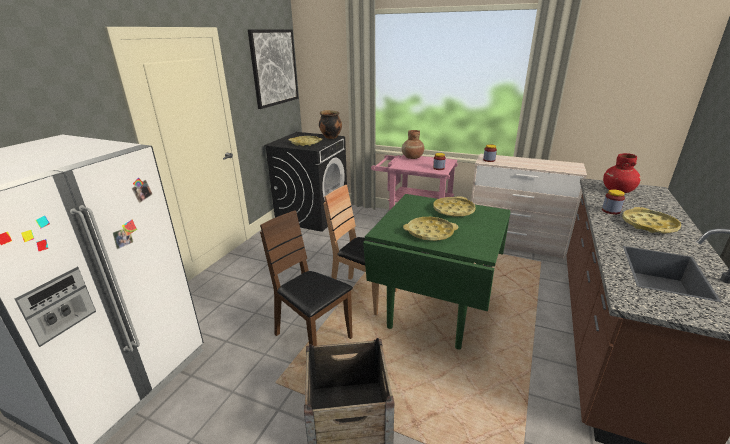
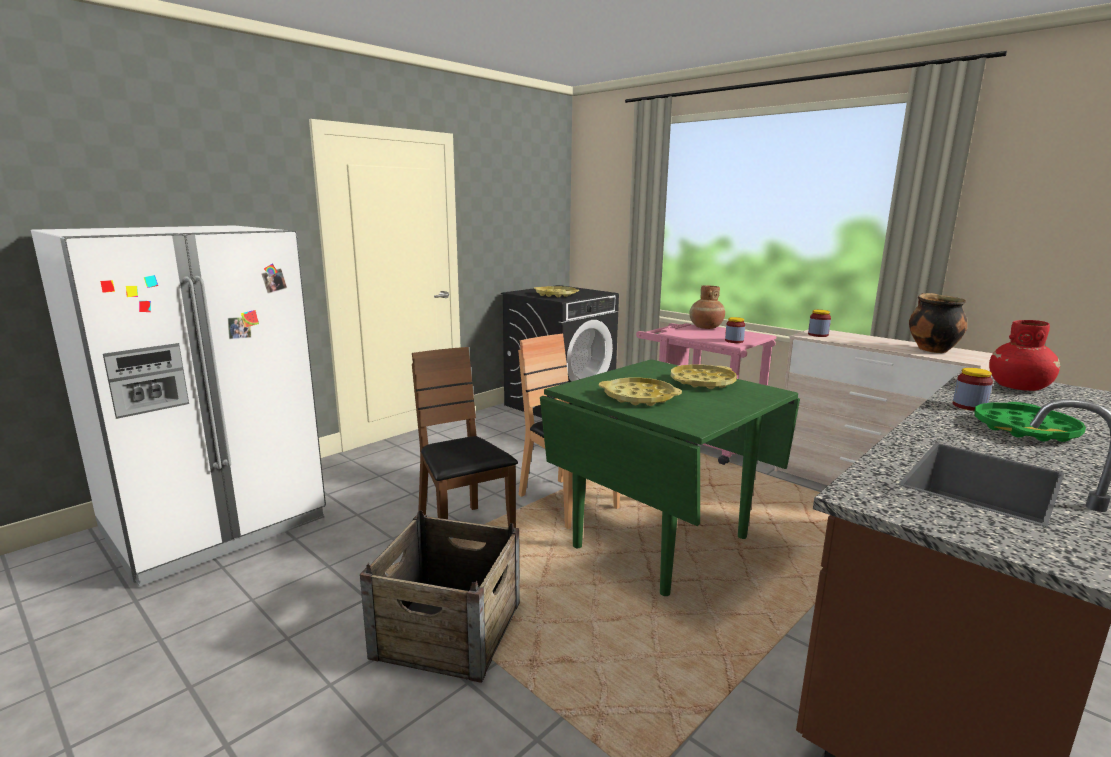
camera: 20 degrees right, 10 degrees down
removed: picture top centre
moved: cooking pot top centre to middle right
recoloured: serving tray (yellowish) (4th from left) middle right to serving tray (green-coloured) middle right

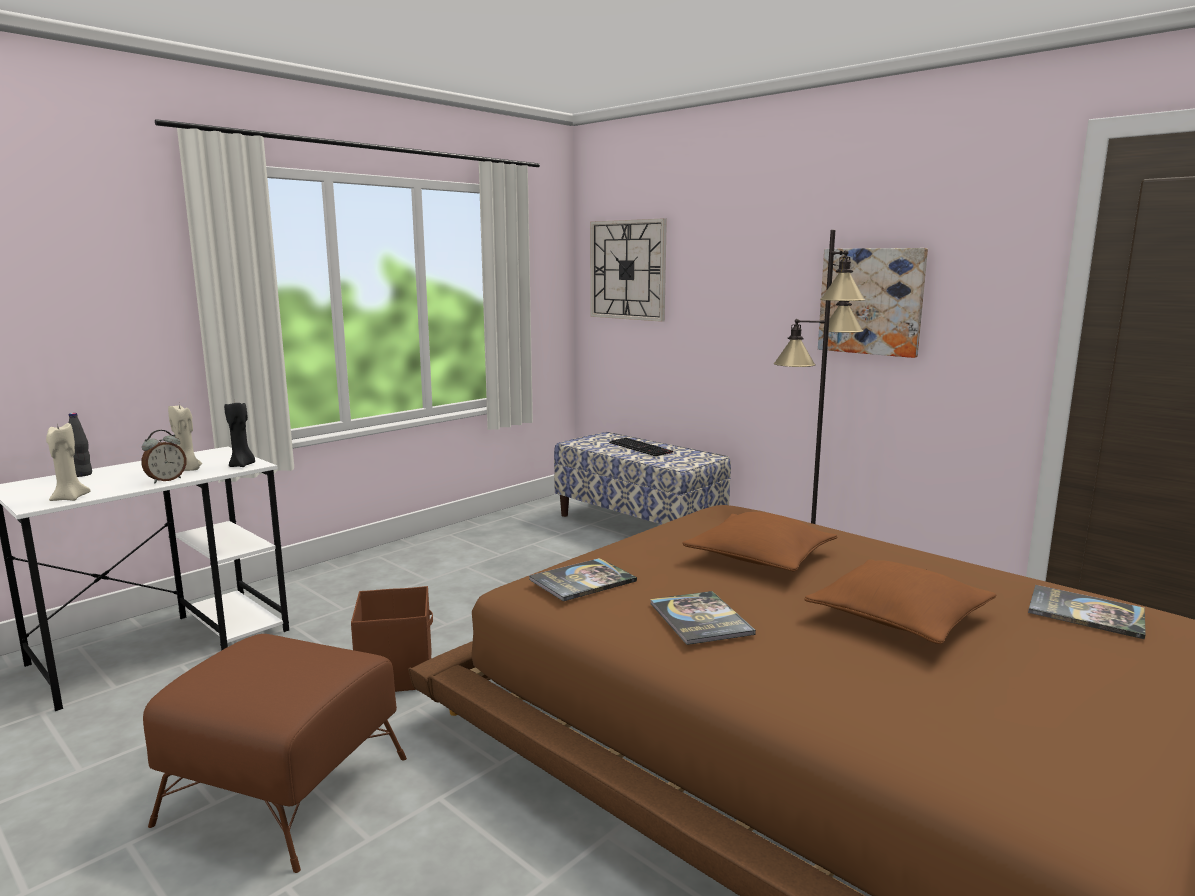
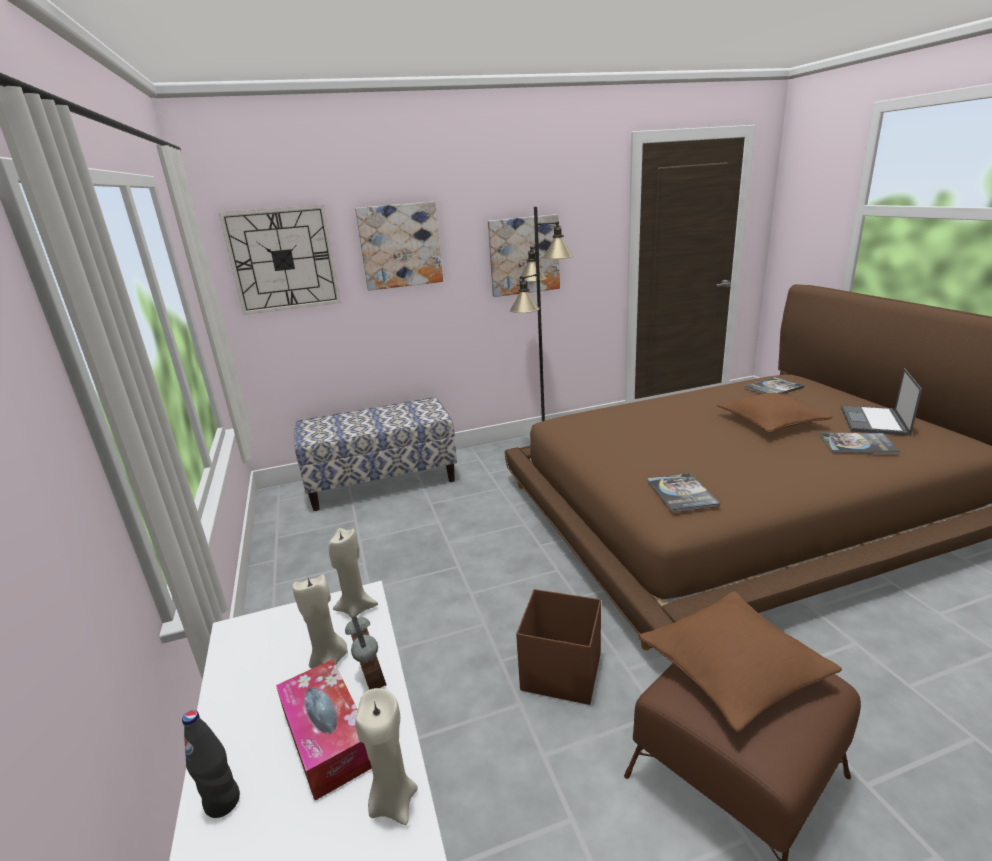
camera: 60 degrees left, 10 degrees up
removed: computer keyboard centre
added: tissue box bottom left; picture (1st from left) top centre; notebook computer middle right
moved: bound book (2nd from left in the first image) bottom centre to bound book (3rd from left) middle right; throw pillow (brown) (1st from left) centre to bottom right
recoloured: wax light (blackish) middle left to wax light (sand-coloured) (2nd from left) centre

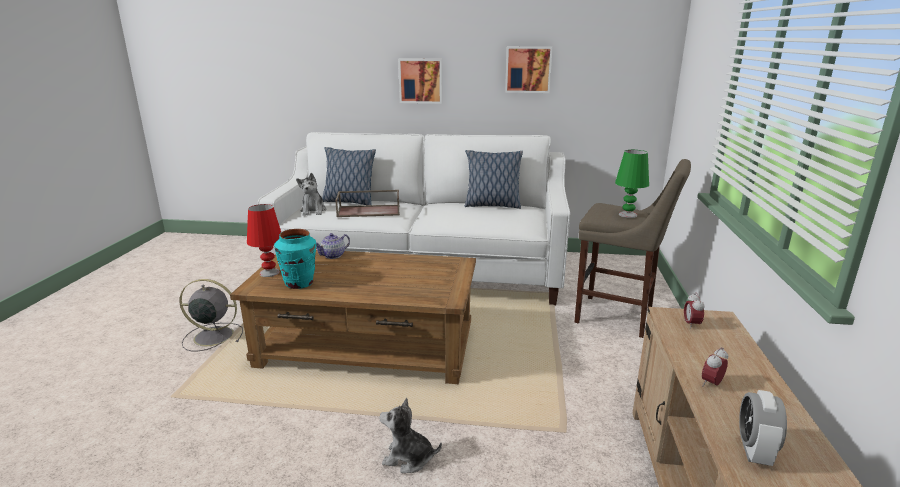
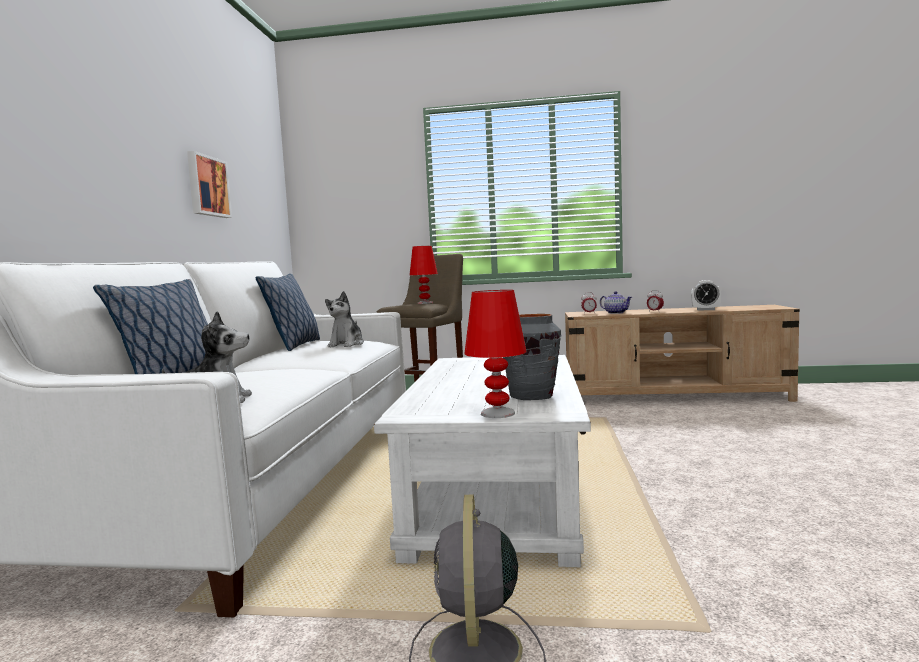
camera: 90 degrees left, 15 degrees down
removed: serving tray (brown) centre; picture (1st from left) top centre
moved: pot for tea centre to middle right; soft toy (2nd from left) bottom centre to centre
recoloured: coffee table (brown) centre to coffee table (whitish) bottom centre; flower vase (blue-green) middle left to flower vase (greyish) centre; tabletop lamp (green-coloured) middle right to tabletop lamp (red) (1st from left) centre

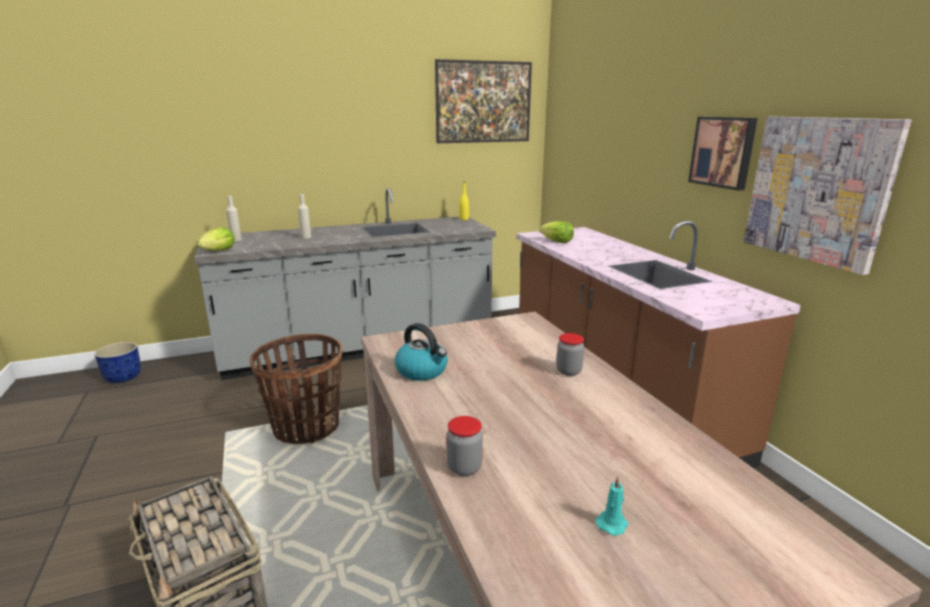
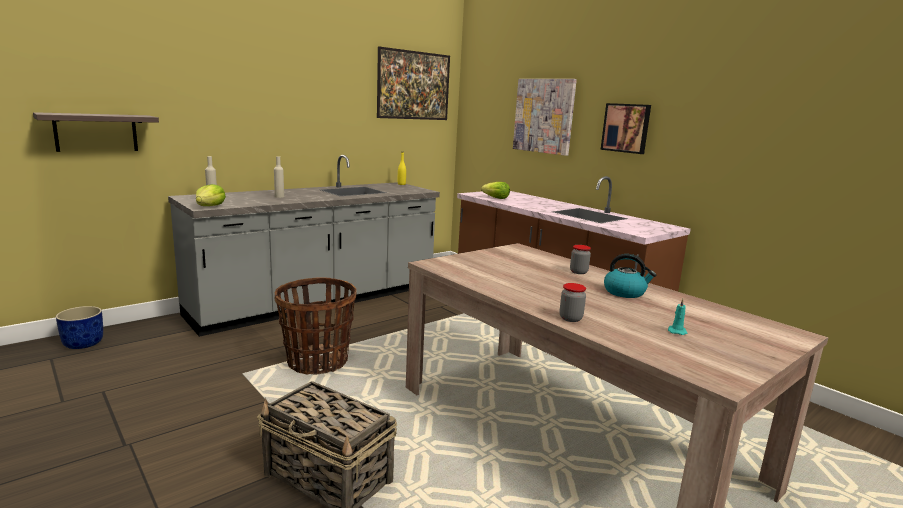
camera: 20 degrees left, 5 degrees down
added: bracket shelf top left
moved: tea kettle centre to middle right; picture (3rd from left in the first image) top right to picture (2nd from left) top centre

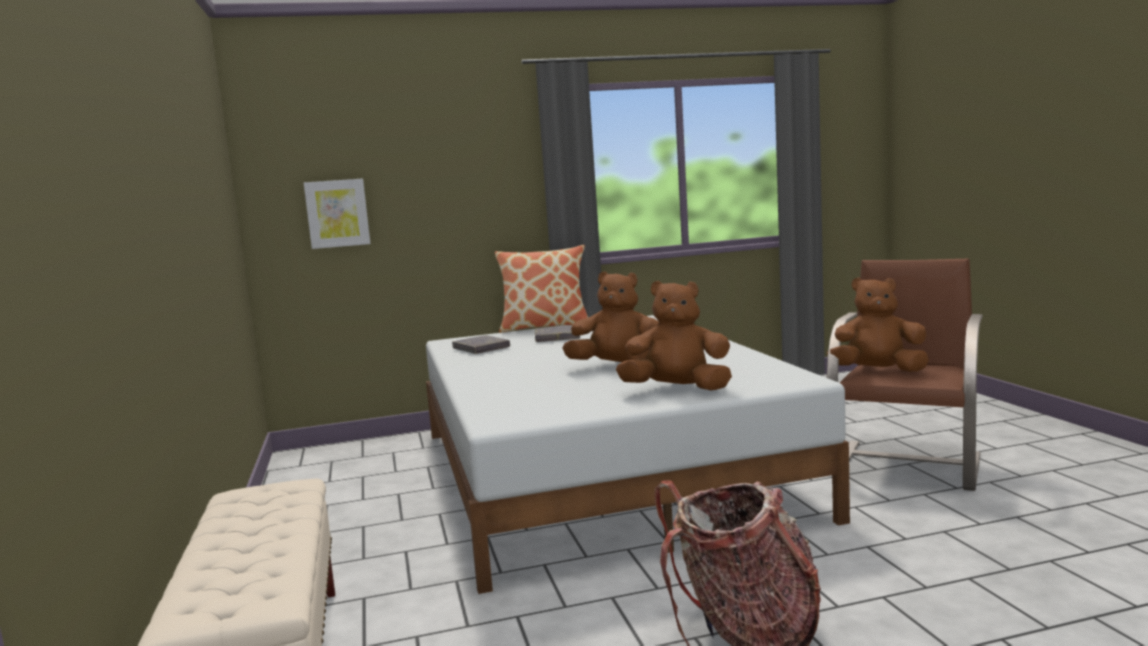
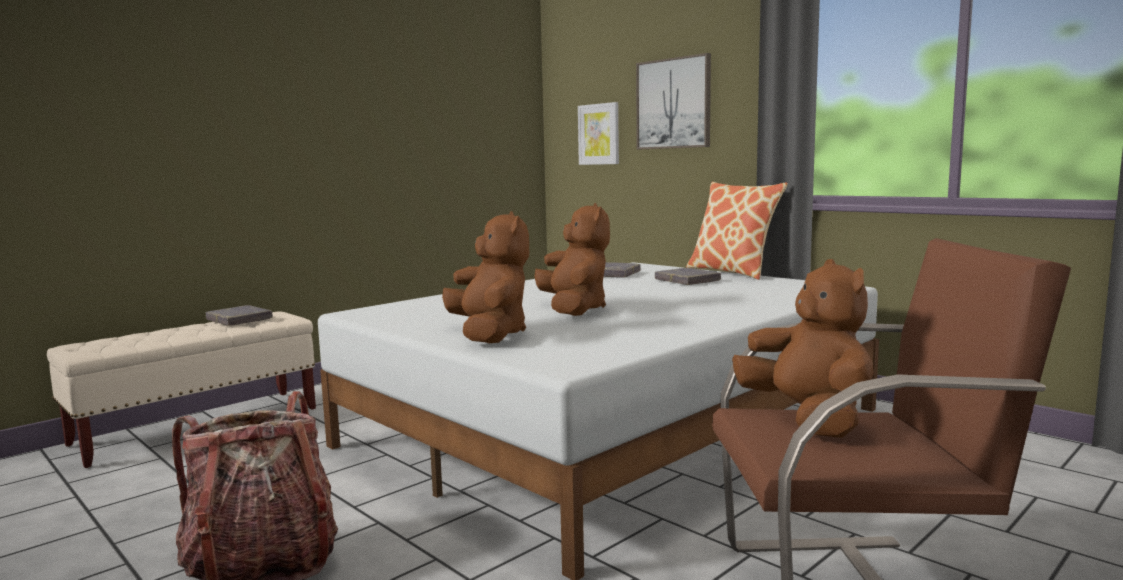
camera: 60 degrees right, 0 degrees up
added: bound book (greyish) (1st from left) middle left; picture (2nd from left) top centre

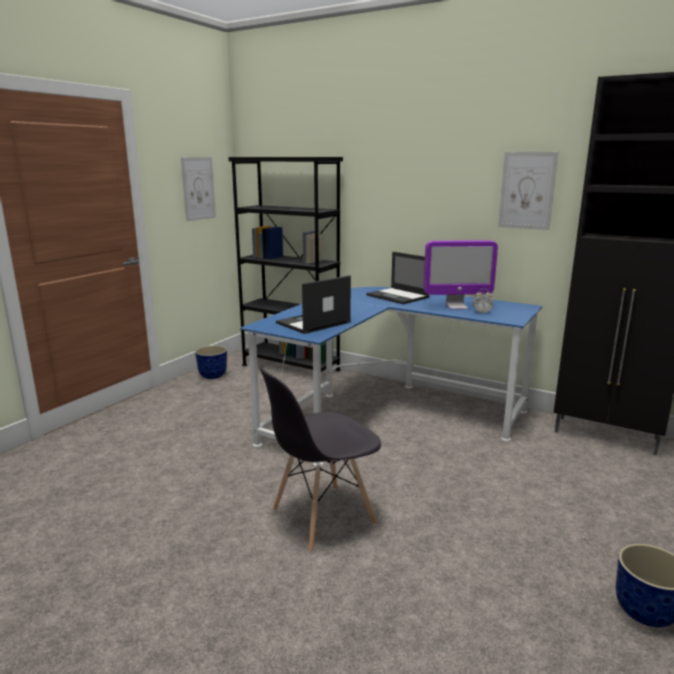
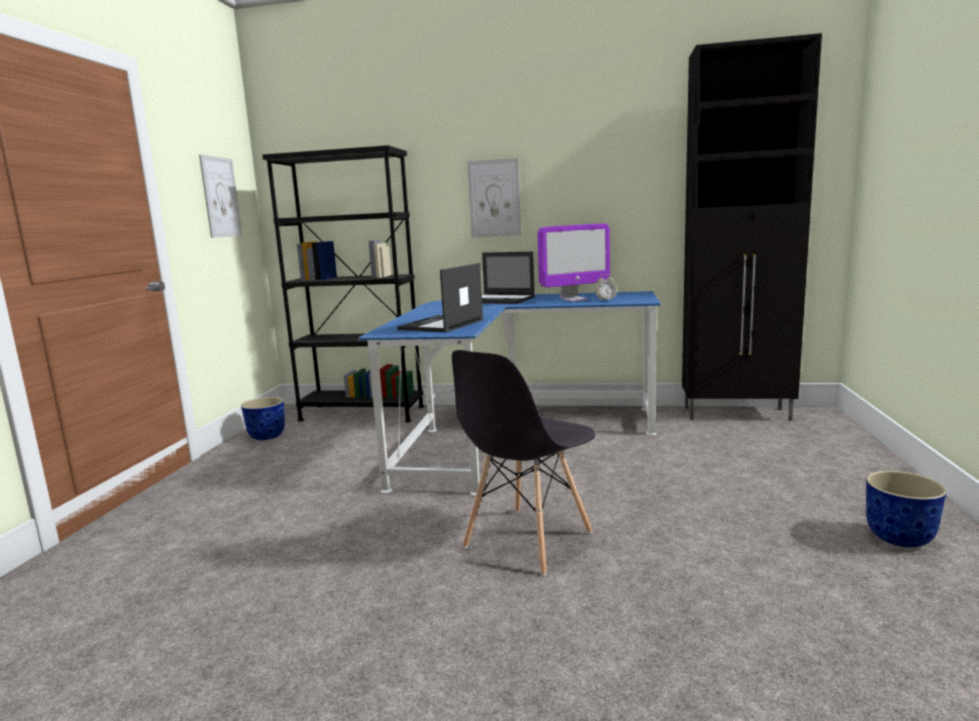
camera: 20 degrees left, 5 degrees down
moved: picture (2nd from left) top right to top centre

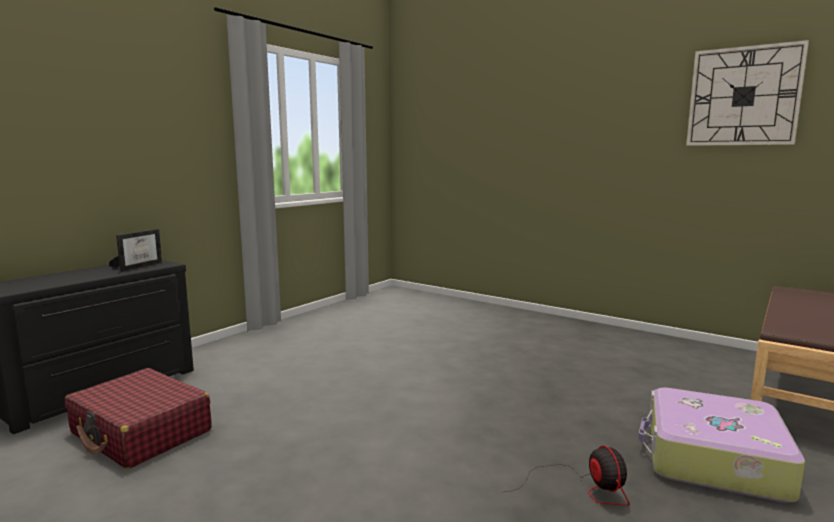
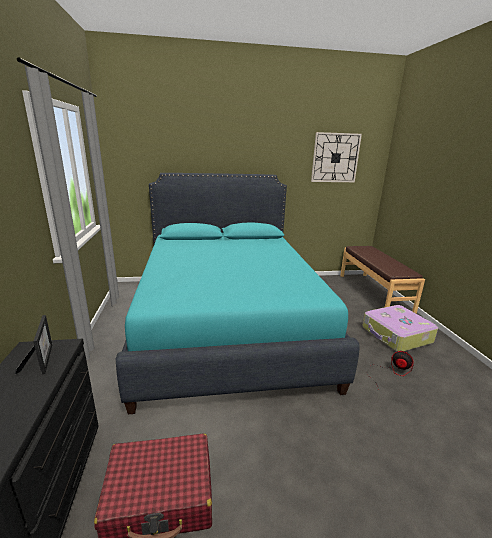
camera: 45 degrees left, 10 degrees up
added: bedroom bed (blue-green) centre

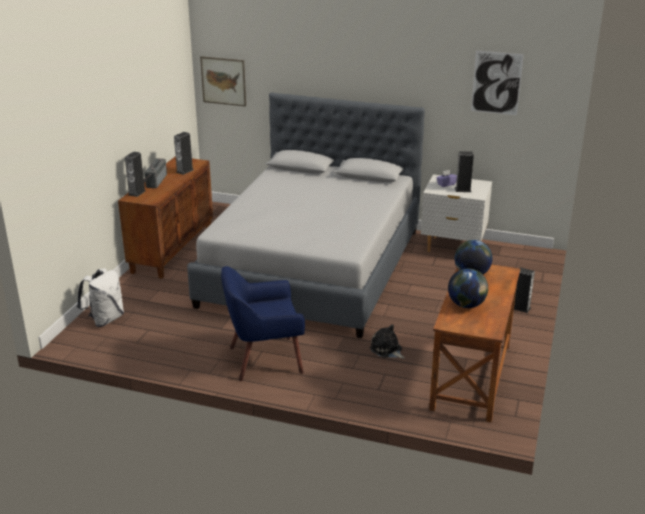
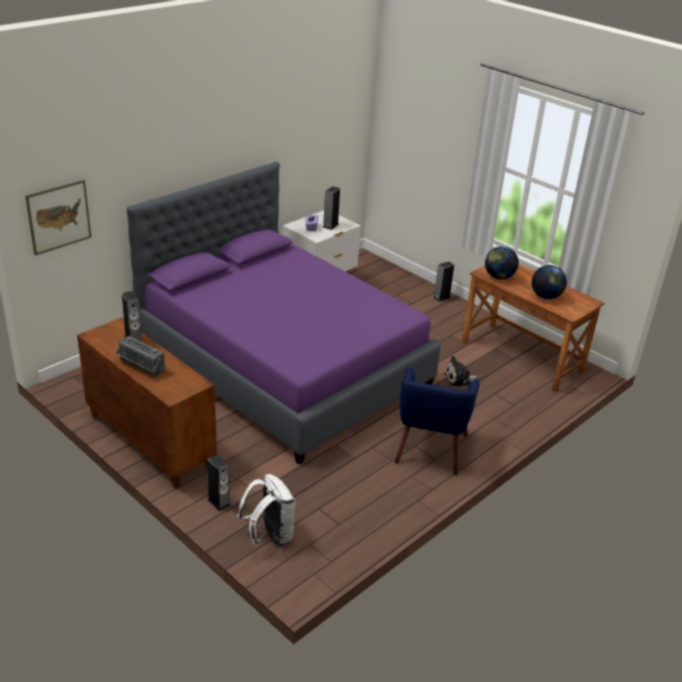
camera: 65 degrees left, 5 degrees up
removed: picture (2nd from left) top right
moved: audio speaker (1st from left in the first image) middle left to audio speaker (2nd from left) bottom left
recoloured: bedroom bed (greyish) centre to bedroom bed (purplish) centre

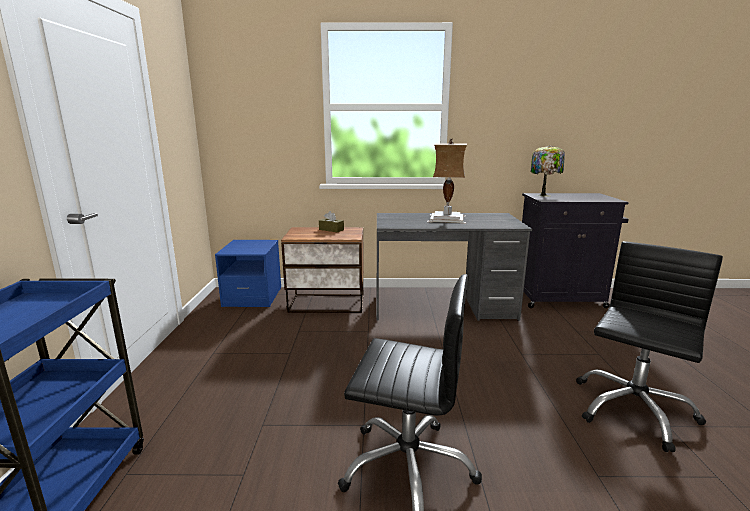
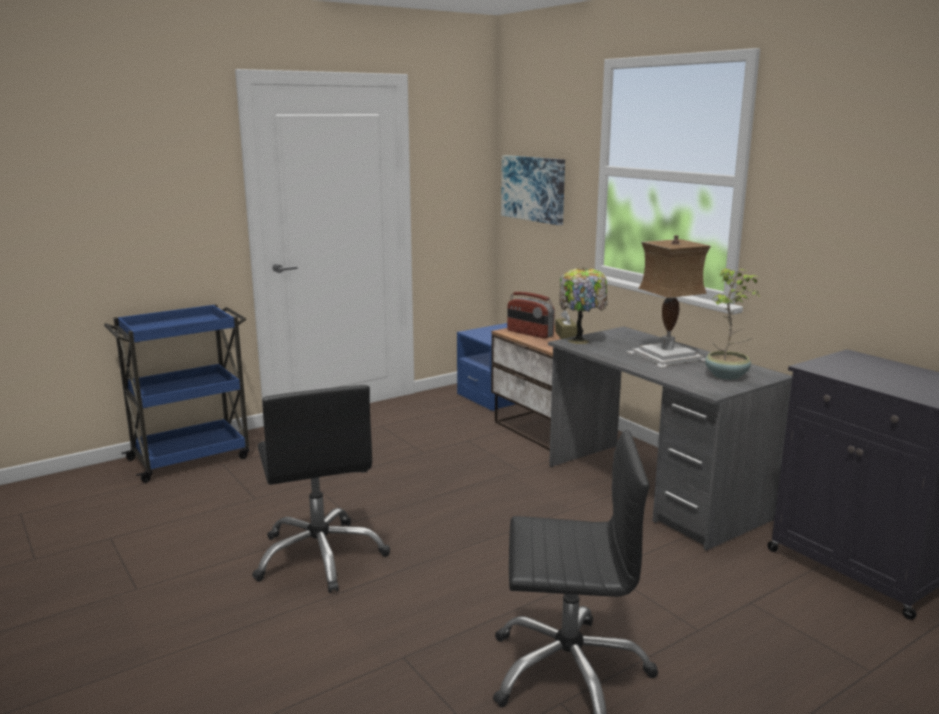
camera: 55 degrees right, 0 degrees up
added: picture top centre; radio set centre; potted plant middle right
moved: tabletop lamp (2nd from left in the first image) middle right to tabletop lamp (1st from left) centre

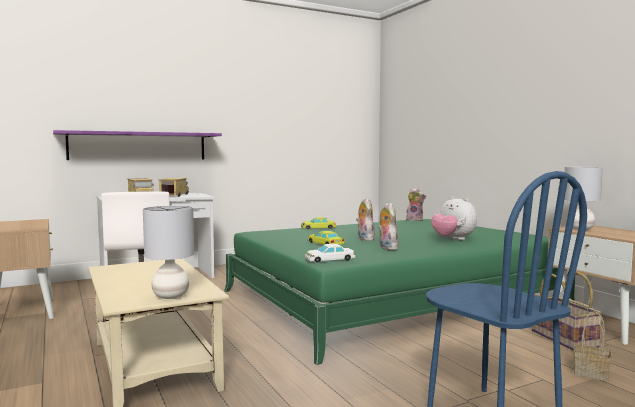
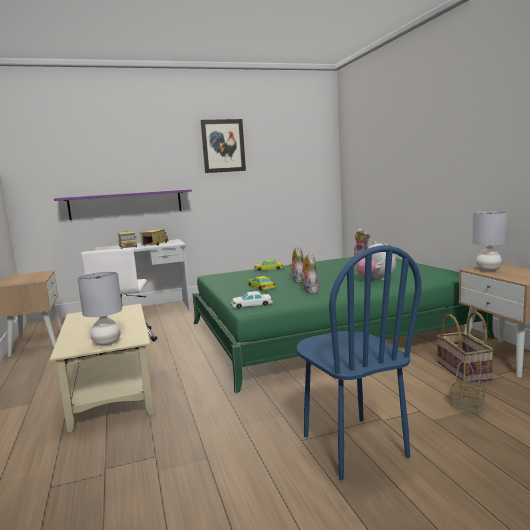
camera: 10 degrees right, 5 degrees up
added: picture top centre

